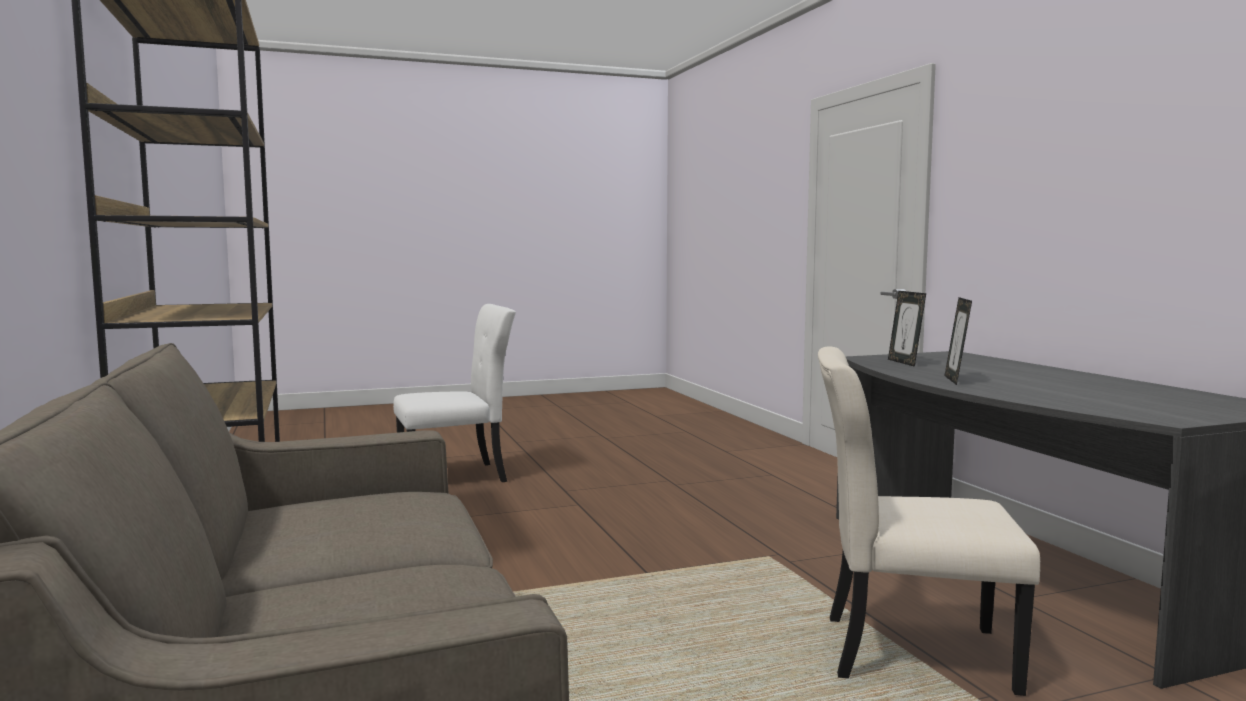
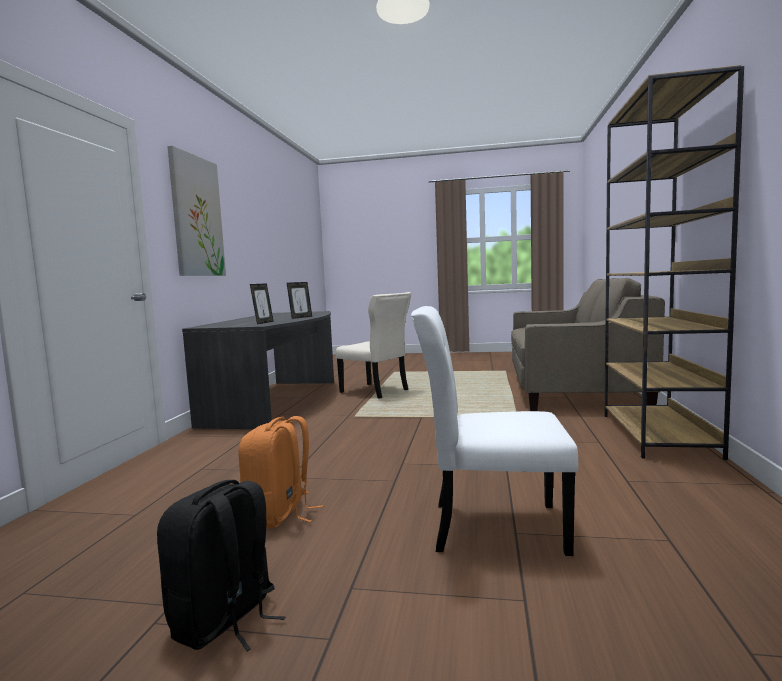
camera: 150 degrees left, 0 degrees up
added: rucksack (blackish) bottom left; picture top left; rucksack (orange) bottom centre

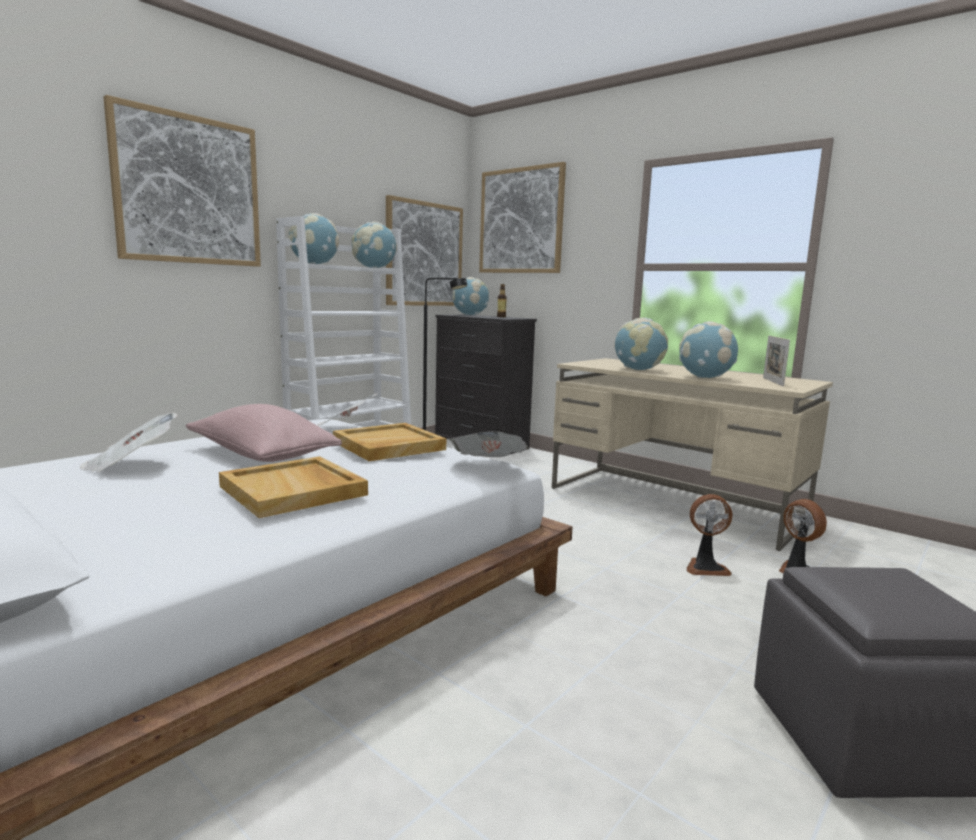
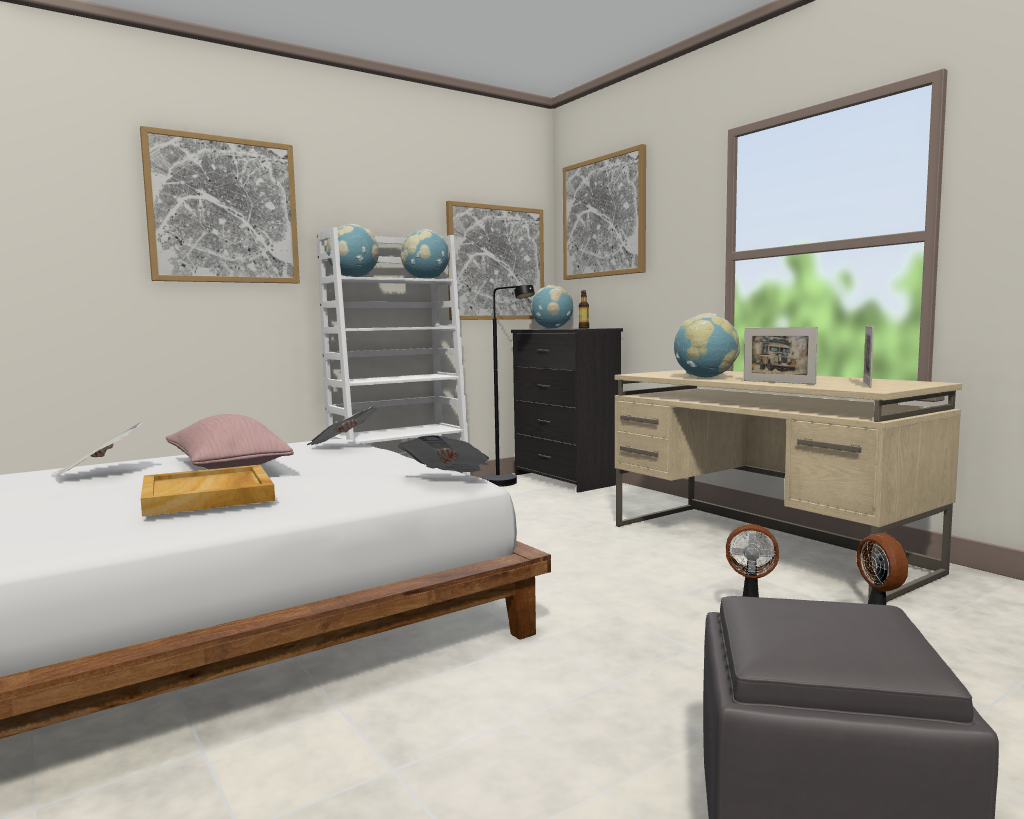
camera: 15 degrees right, 5 degrees down
removed: serving tray (sand-coloured) (2nd from left) centre
replaced: world globe (5th from left) middle right to standing frame (1st from left) middle right

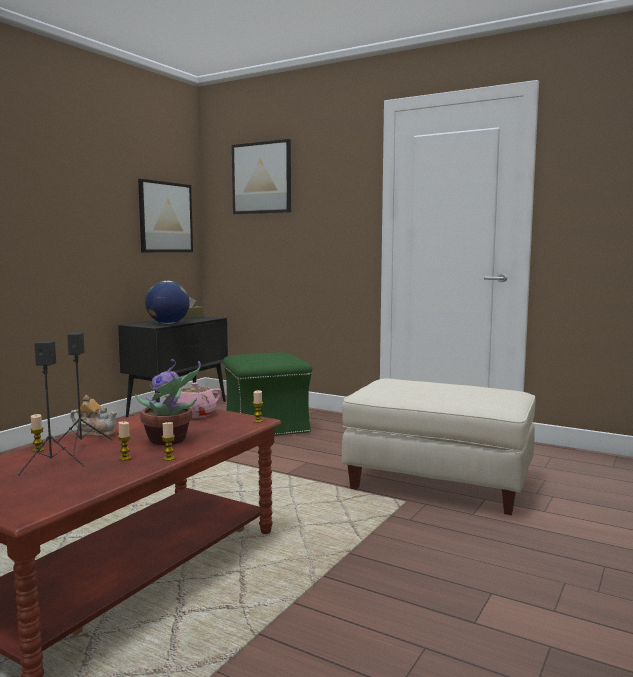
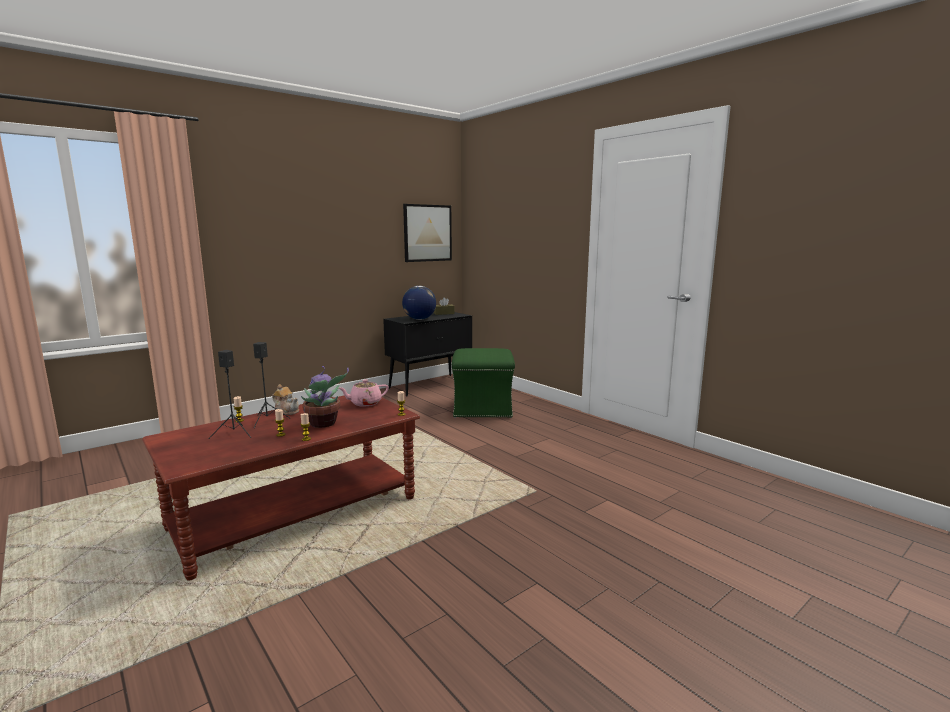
camera: 20 degrees right, 5 degrees up
removed: picture (2nd from left) top centre; footrest (sand-coloured) middle right

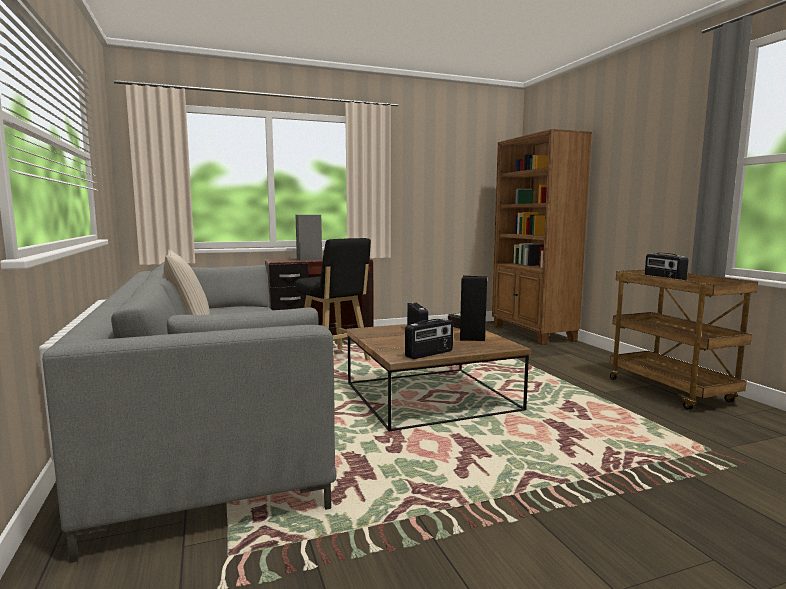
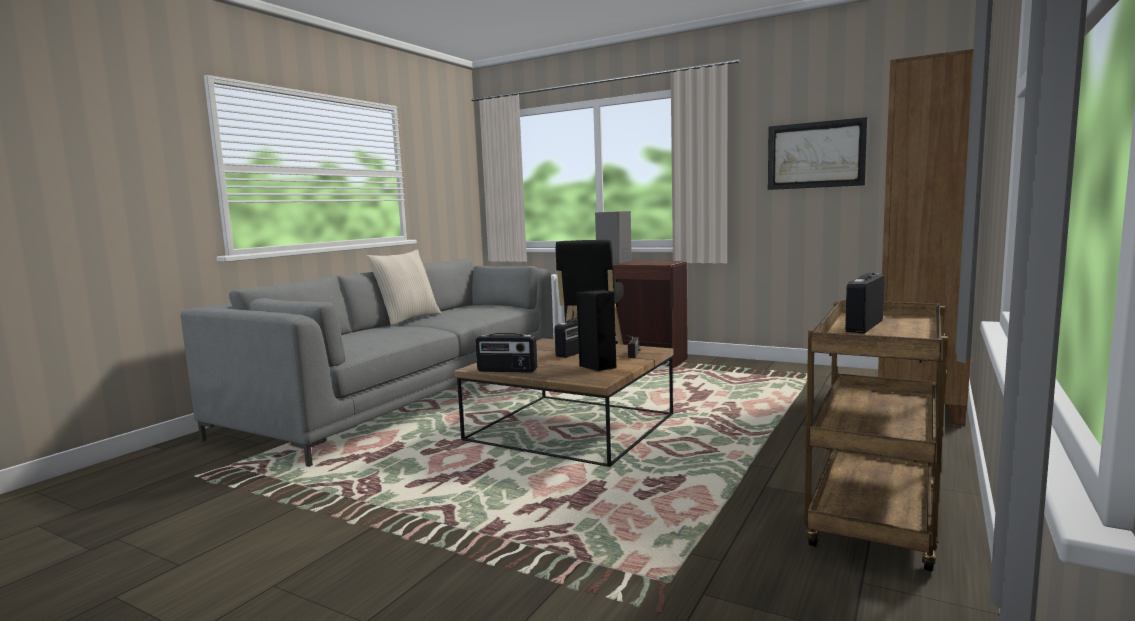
camera: 50 degrees right, 0 degrees up
added: picture top right

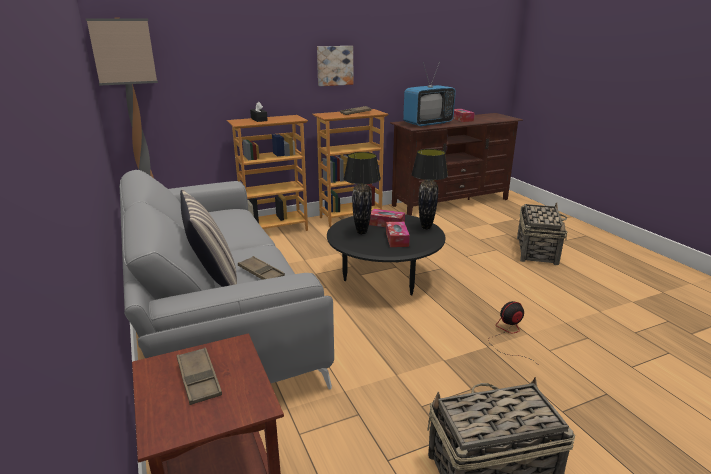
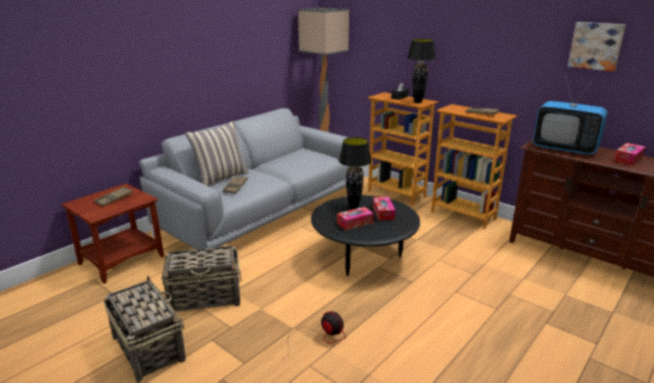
camera: 65 degrees right, 0 degrees up
moved: picture top centre to top right; tabletop lamp (blackish) (2nd from left) centre to top centre; household basket (2nd from left) middle right to bottom left

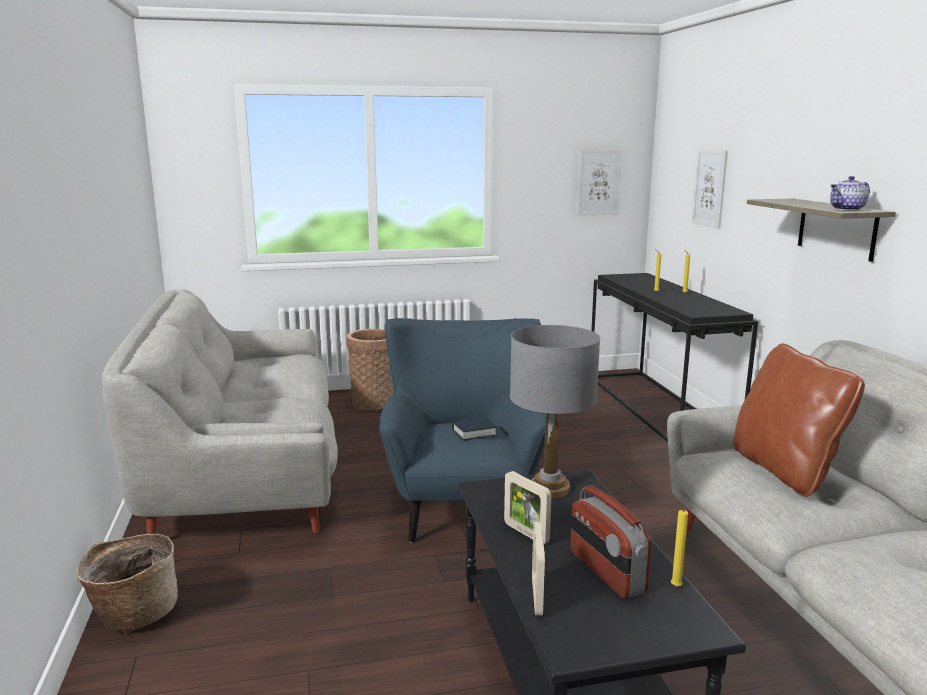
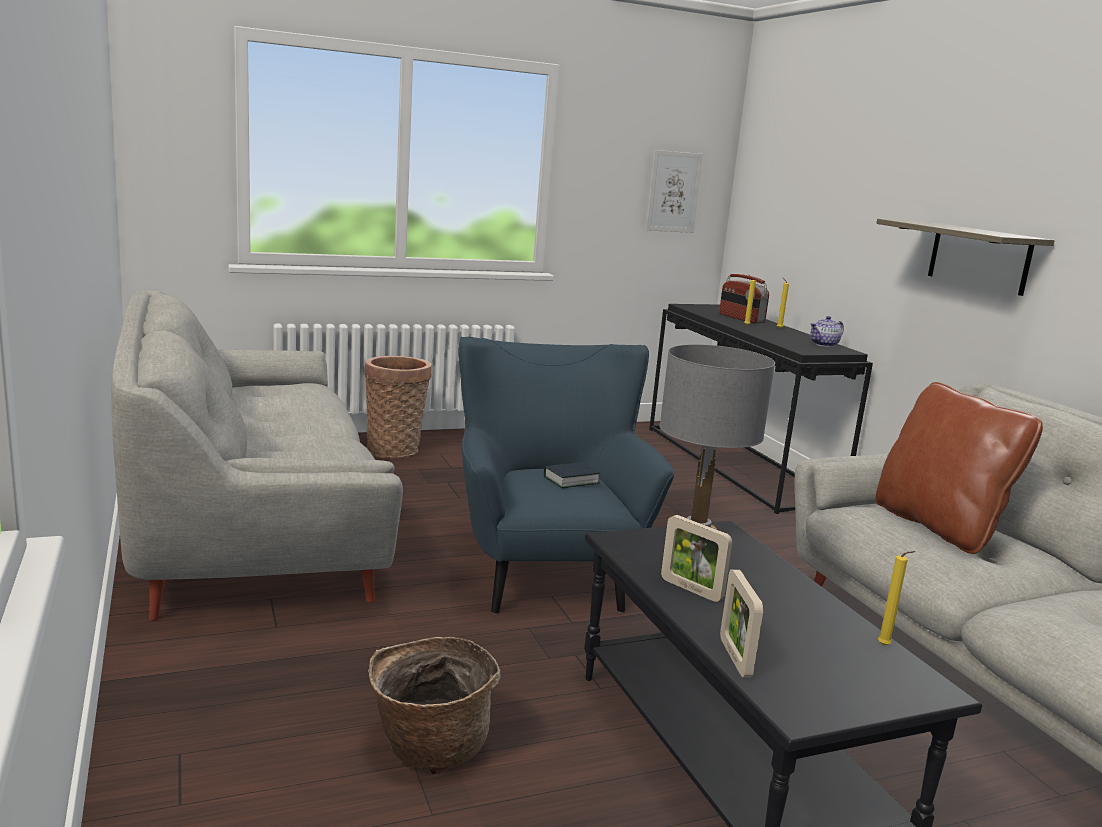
camera: 10 degrees left, 0 degrees up
removed: picture (2nd from left) top right
moved: household basket (1st from left in the first image) bottom left to household basket (2nd from left) bottom centre; radio set bottom centre to middle right; pot for tea top right to middle right

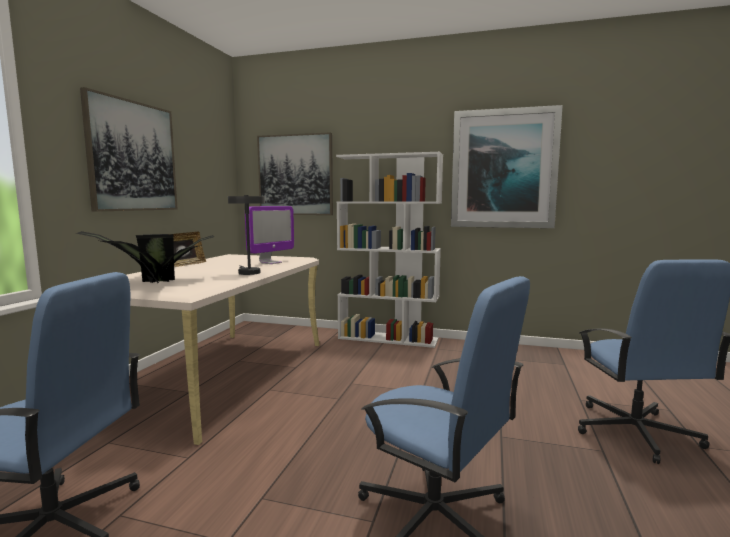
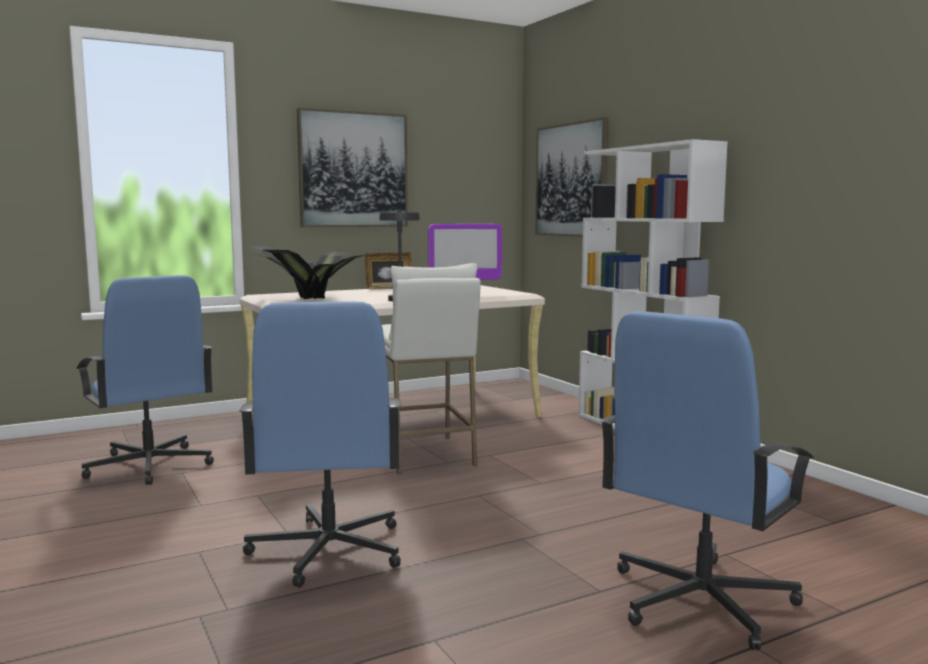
camera: 45 degrees right, 0 degrees up
removed: picture (3rd from left) top right
added: sitting stool (whitish) centre

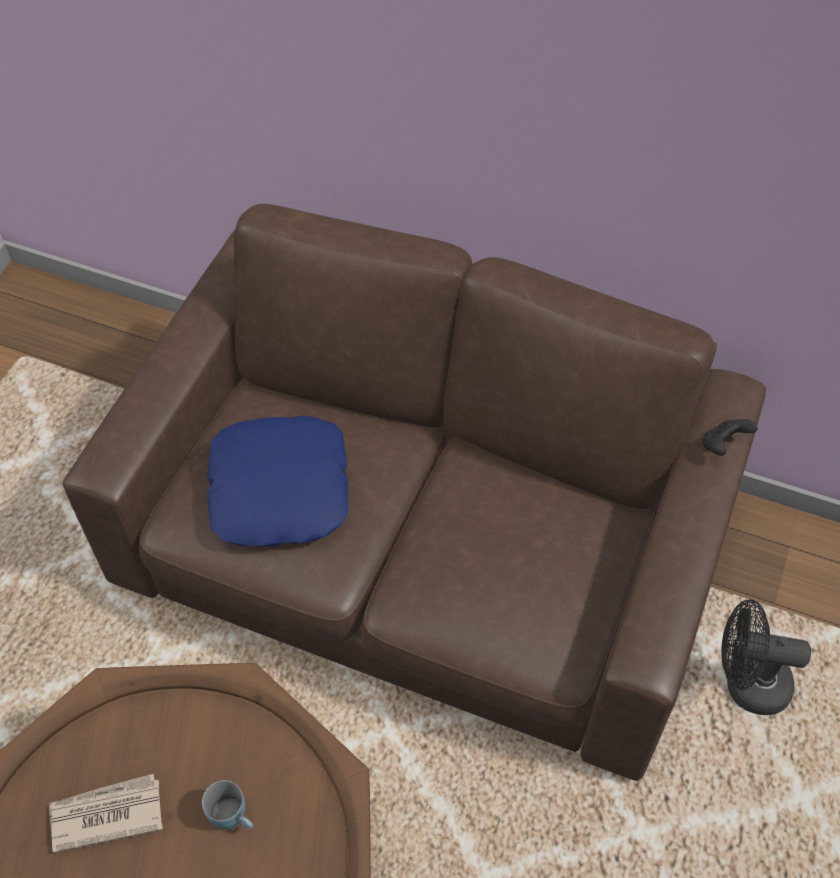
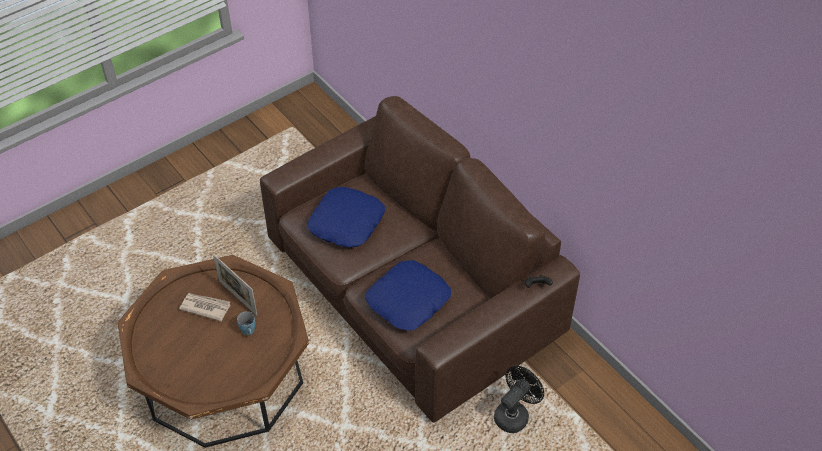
camera: 30 degrees right, 5 degrees down
added: standing frame middle left; throw pillow (bluish) (2nd from left) centre
turned: fan (blackish) bottom right = bottom centre 90 degrees clockwise

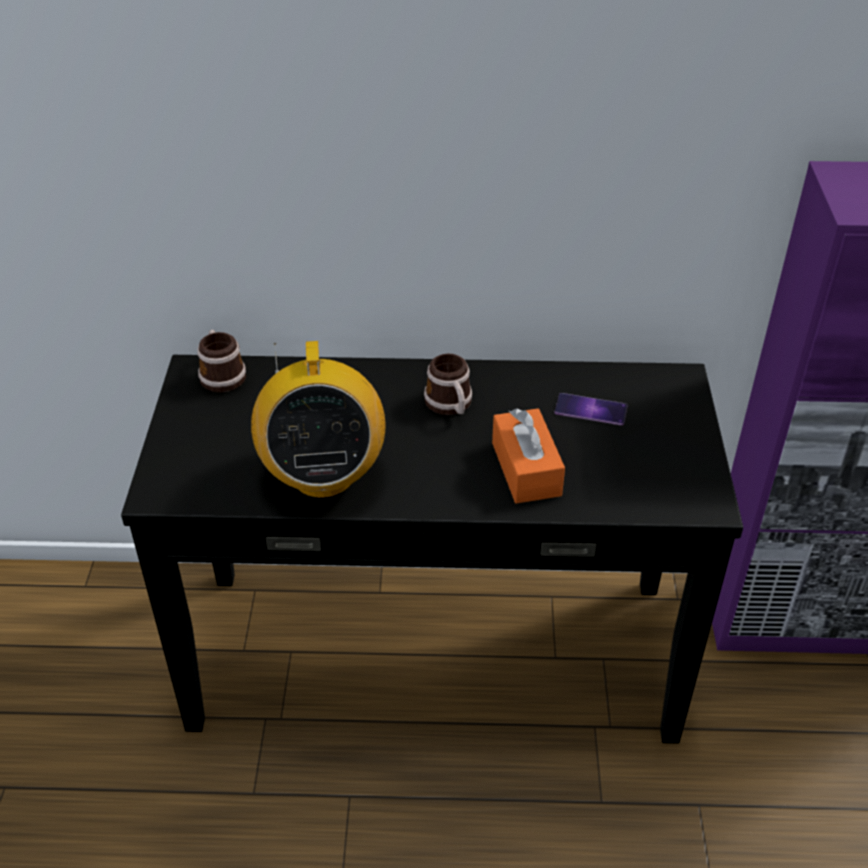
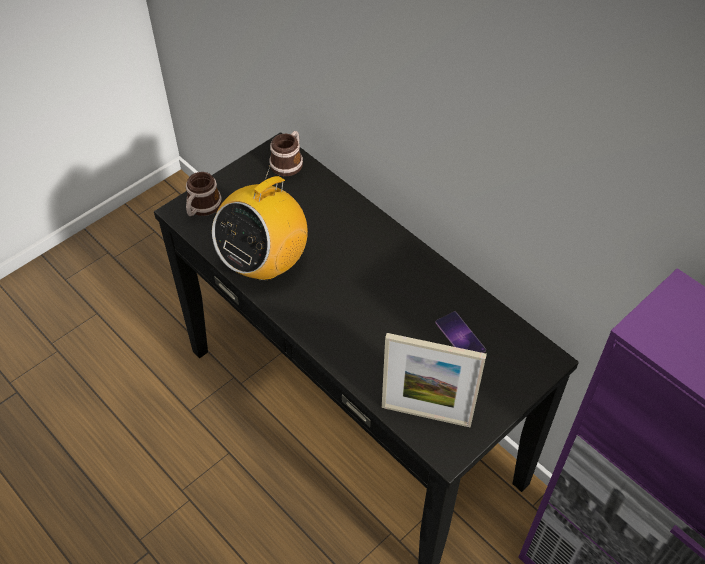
camera: 45 degrees right, 10 degrees up
removed: tissue box (orange) centre
added: standing frame bottom centre
moved: coffee mug (2nd from left in the first image) centre to coffee mug (1st from left) middle left

